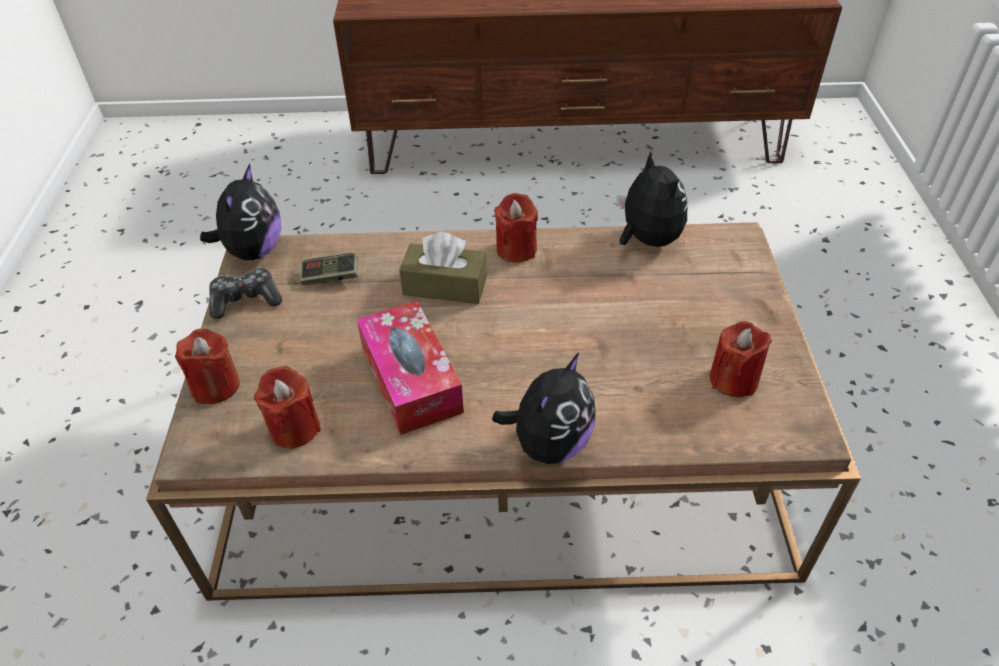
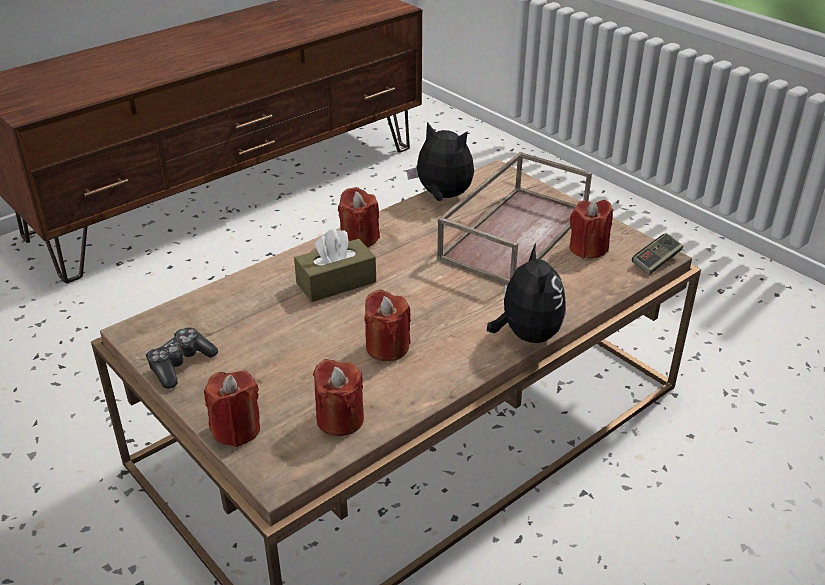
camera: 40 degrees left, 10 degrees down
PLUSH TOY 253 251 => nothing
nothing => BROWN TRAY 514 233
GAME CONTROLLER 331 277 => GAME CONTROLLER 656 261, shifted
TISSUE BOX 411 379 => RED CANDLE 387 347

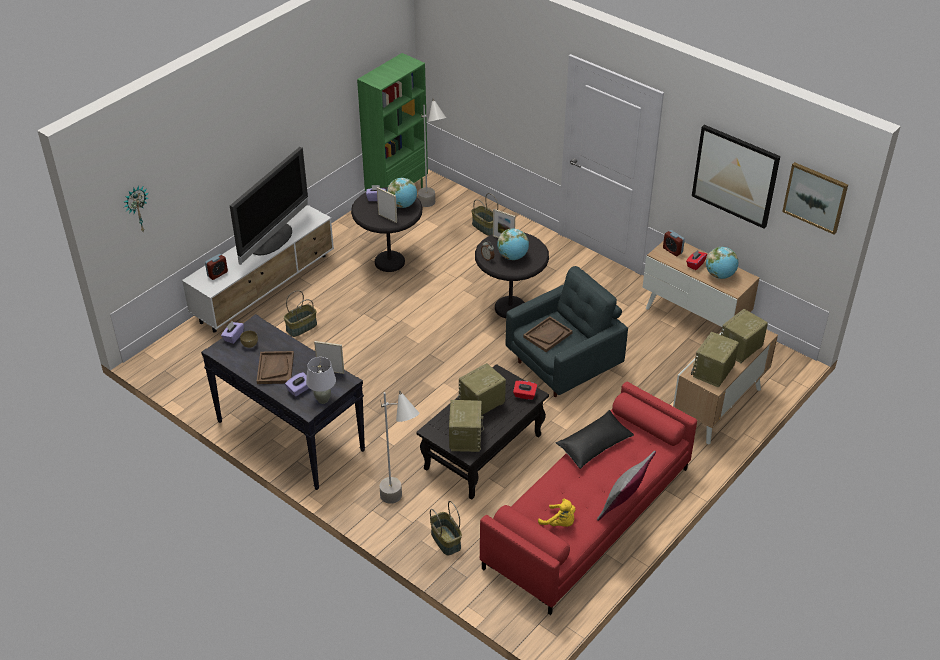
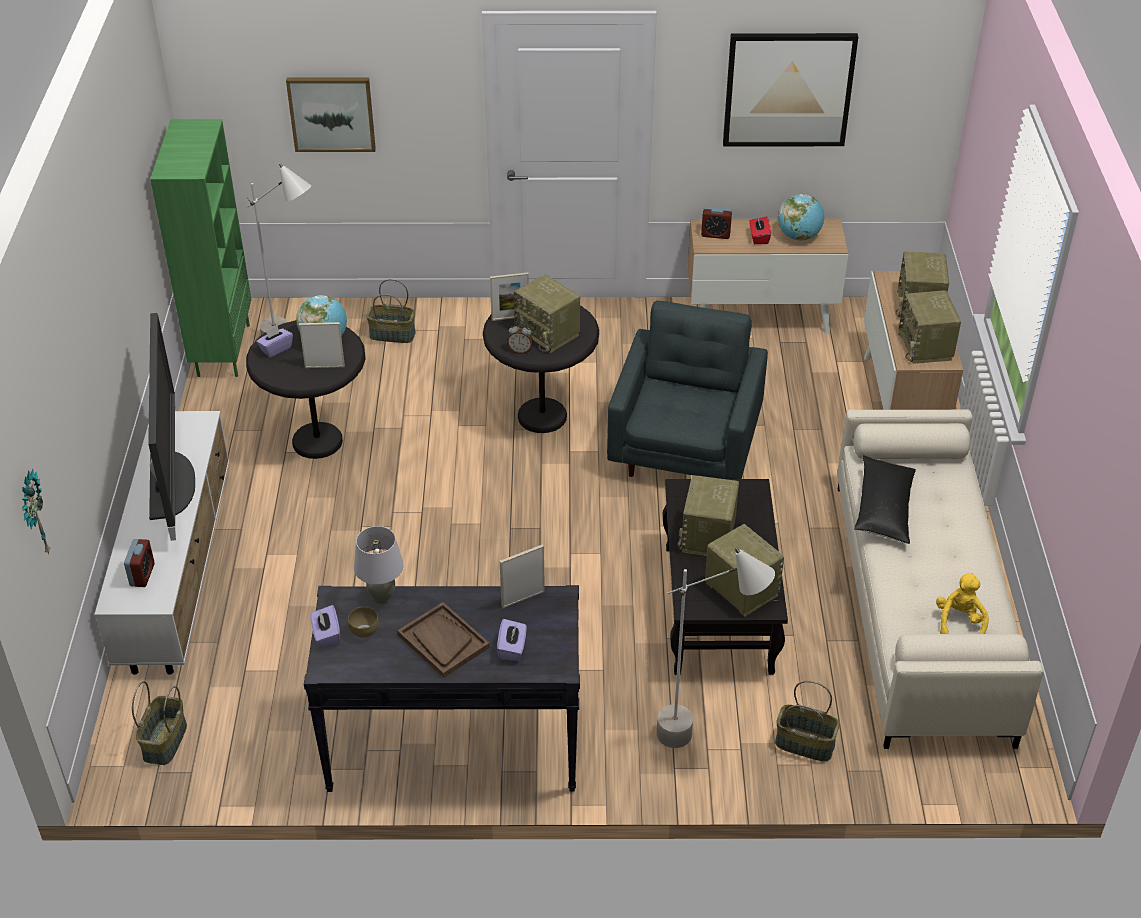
camera: 40 degrees left, 0 degrees up
RED TISSUE BOX 524 395 => nothing
BROWN TRAY 547 335 => nothing
GREY PILLOW 623 505 => nothing
BASKET 301 328 => BASKET 165 742, shifted
GREY TABLE LAMP 323 400 => GREY TABLE LAMP 382 597, shifted
PICTURE 815 197 => PICTURE 331 113, shifted
GLOBE 512 257 => RADIO 548 333
RED SOFA 588 518 => BEIGE SOFA 921 609
YELLOW PLUSH TOY 559 523 => YELLOW PLUSH TOY 959 622, 75 degrees counterclockwise

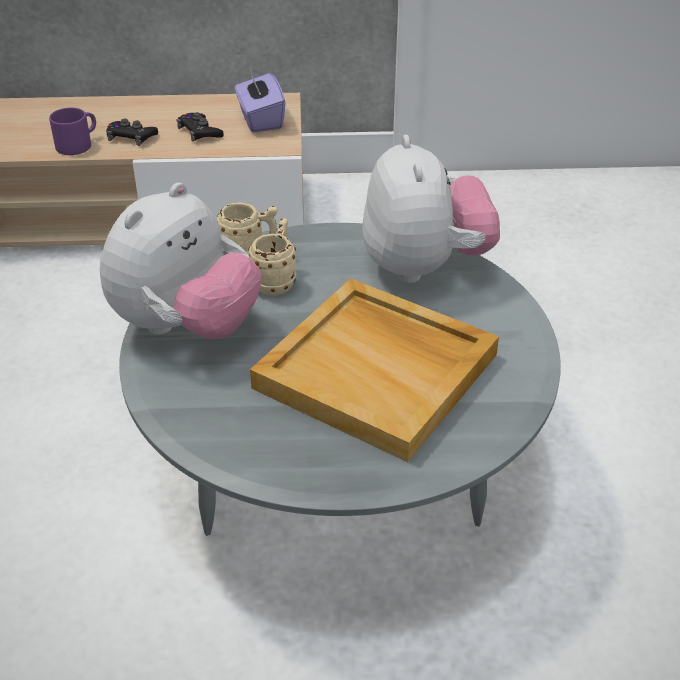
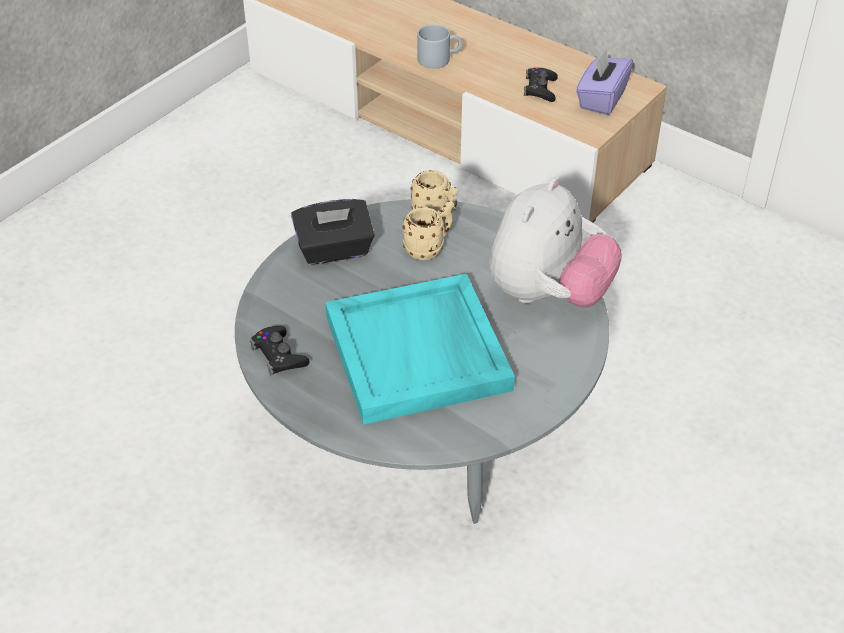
camera: 40 degrees right, 5 degrees up
BLACK GAME CONTROLLER 131 137 => BLACK GAME CONTROLLER 279 355, shifted
PLUSH TOY 186 327 => BLACK TISSUE BOX 334 250
PURPLE MUG 78 144 => GREY MUG 439 59
BEIGE TRAY 378 371 => TURQUOISE TRAY 419 353

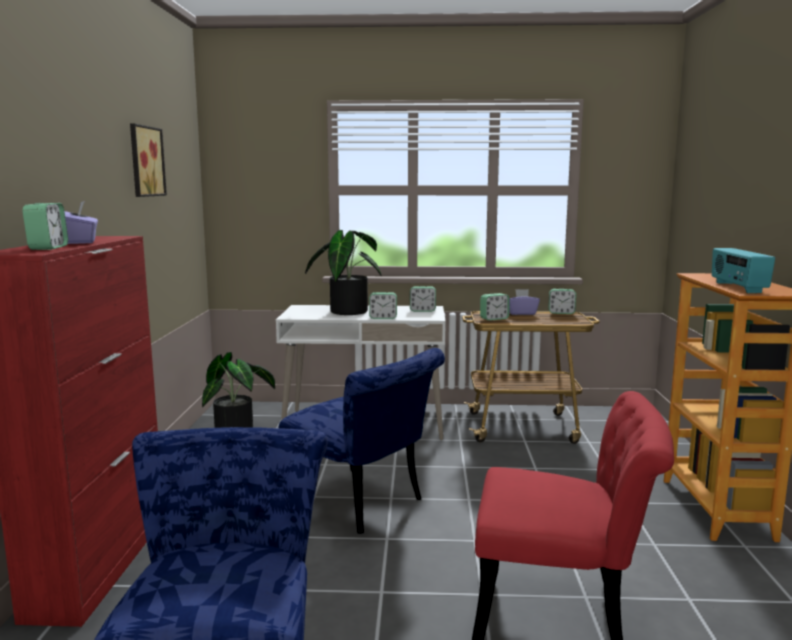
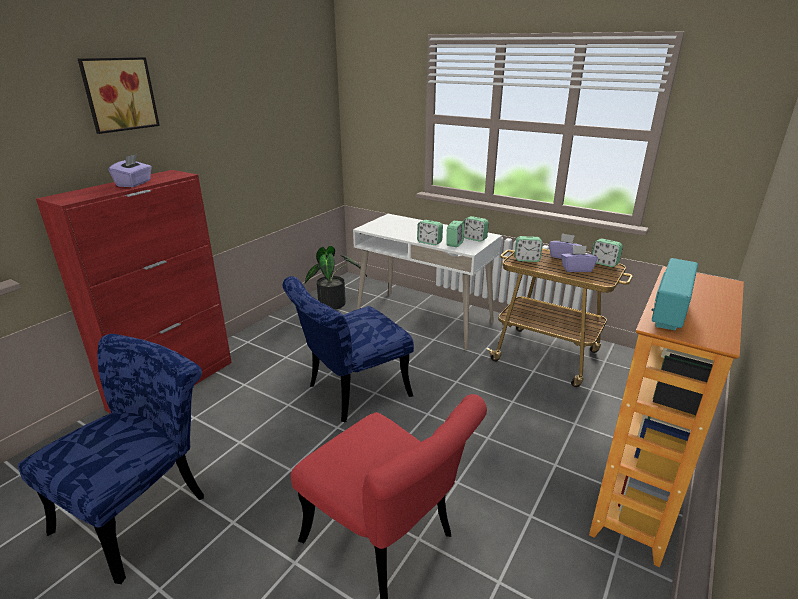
camera: 30 degrees right, 15 degrees up
POTTED PLANT 346 311 => nothing
nothing => PURPLE TISSUE BOX 576 269
ALARM CLOCK 48 248 => ALARM CLOCK 454 244, shifted
PICTURE 144 161 => PICTURE 118 94, shifted
BLUE CHAIR 363 505 => BLUE CHAIR 350 393, 75 degrees clockwise

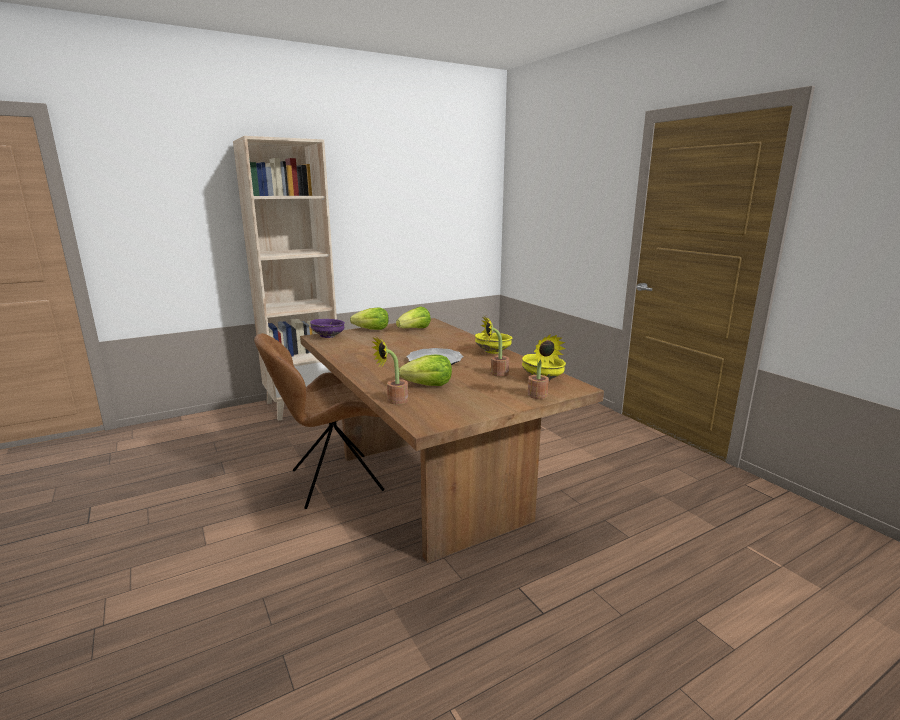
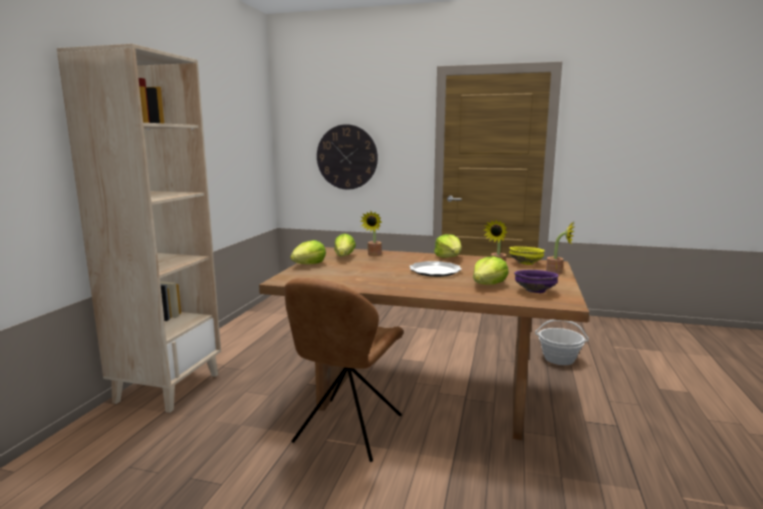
camera: 45 degrees left, 5 degrees down
nothing => WALL CLOCK 347 157
nothing => BASKET 559 359
PURPLE BOWL 329 336 => PURPLE BOWL 535 291, shifted
POTTED PLANT 393 401 => POTTED PLANT 373 255, shifted
YELLOW BOWL 493 352 => LETTUCE 449 257

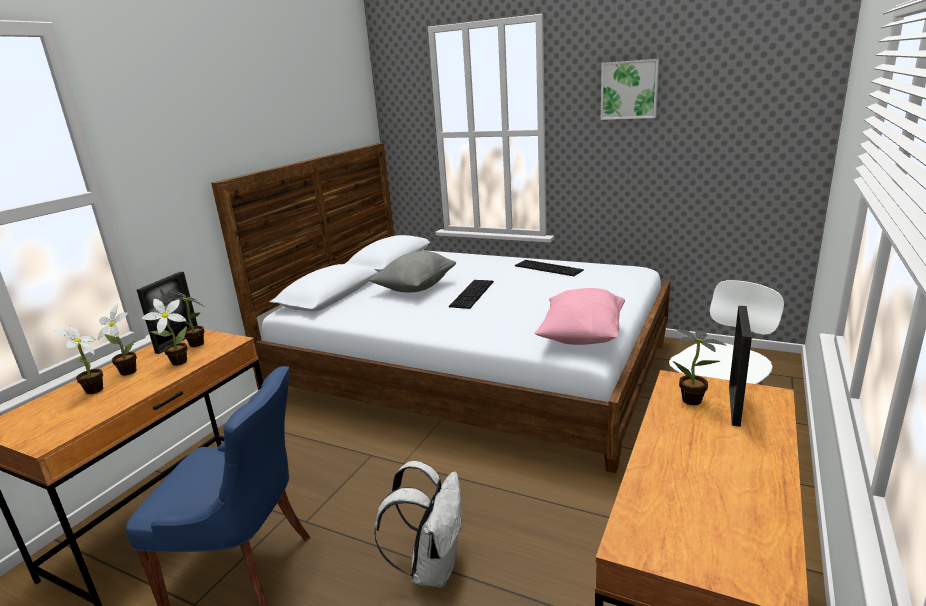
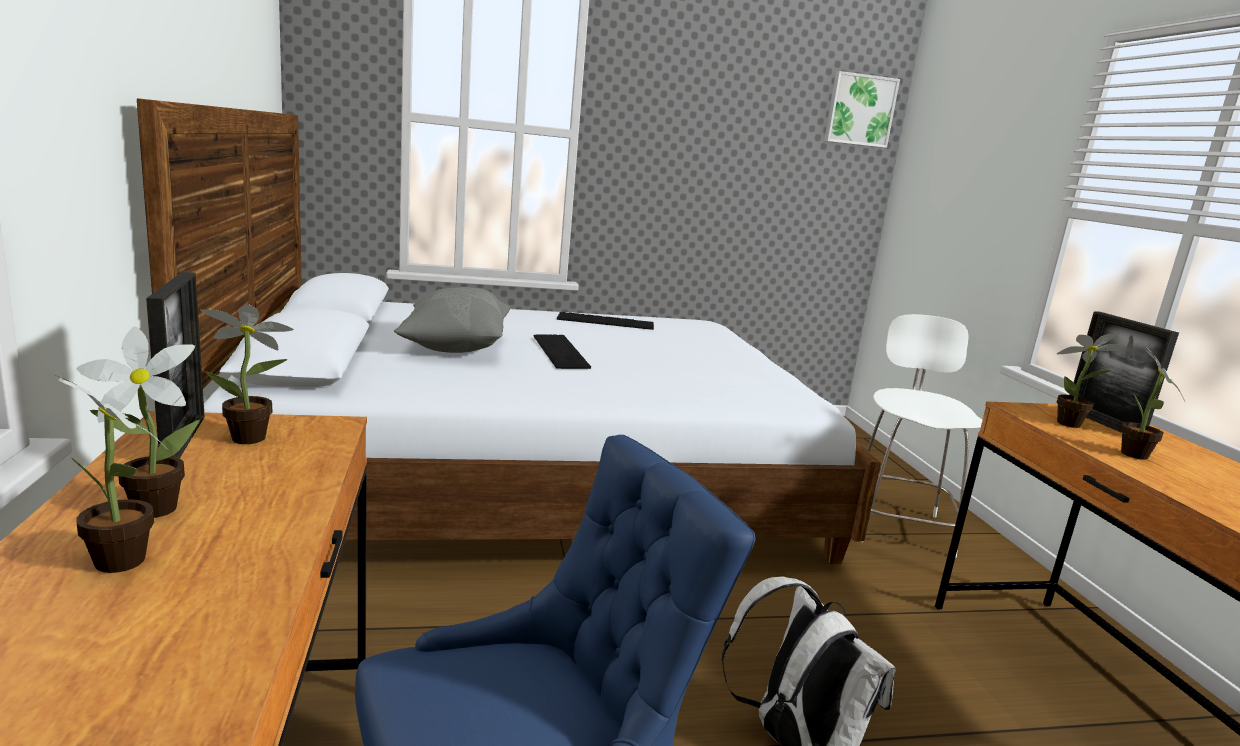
camera: 40 degrees left, 5 degrees down
PINK PILLOW 581 336 => nothing
POTTED PLANT 176 362 => POTTED PLANT 1133 456, shifted
PICTURE 629 90 => PICTURE 859 110, shifted

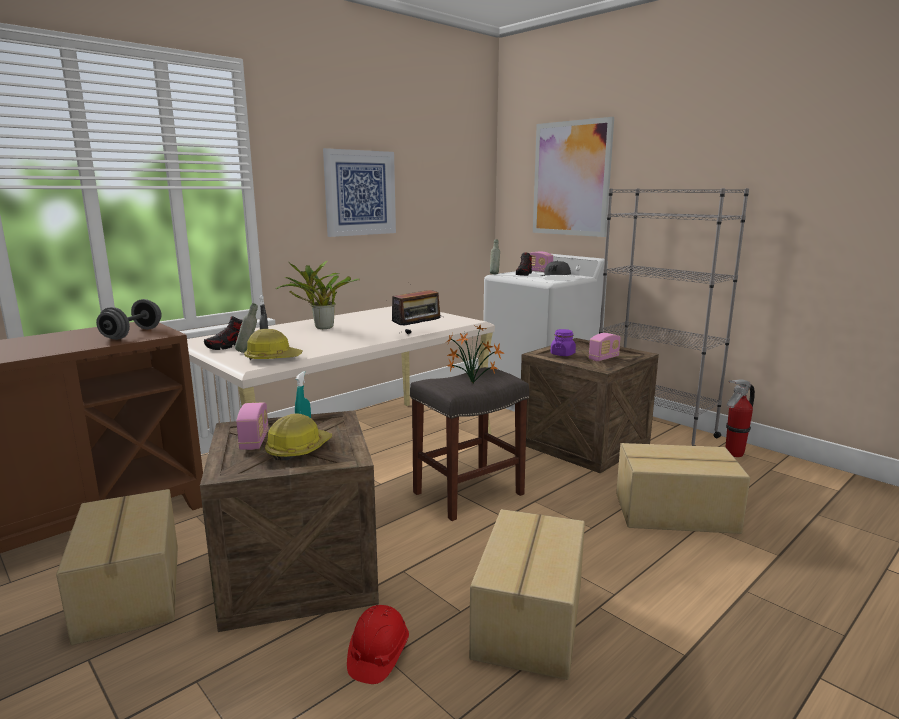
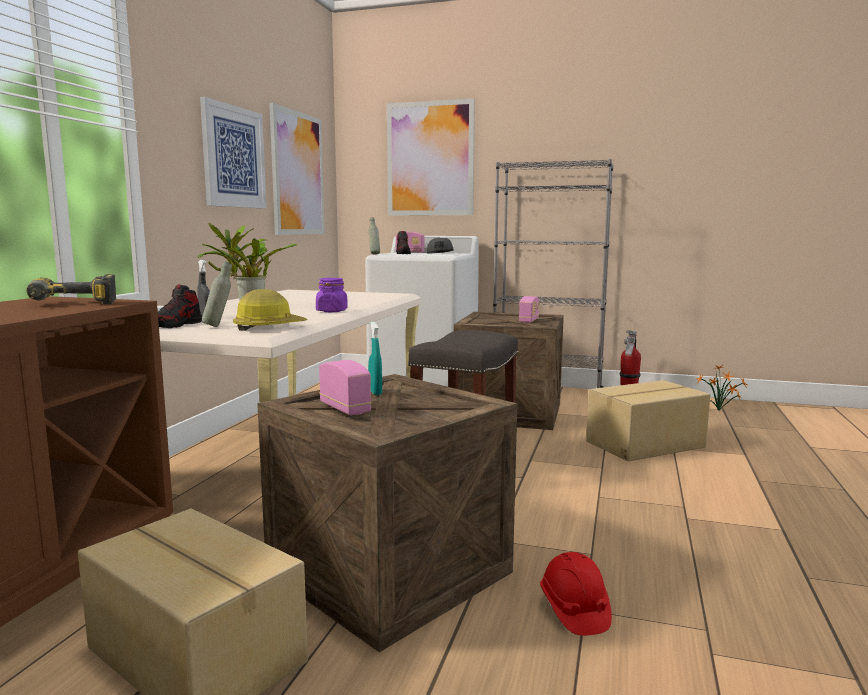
camera: 30 degrees left, 5 degrees down
HARD HAT 298 449 => nothing
RADIO 417 333 => nothing
CARDBOARD BOX 527 619 => nothing
nothing => PICTURE 297 174
POTTED PLANT 474 384 => POTTED PLANT 720 411, shifted
PURPLE JAR 562 354 => PURPLE JAR 332 311, shifted
GREY DUMBBELL 132 334 => POWER DRILL 71 304

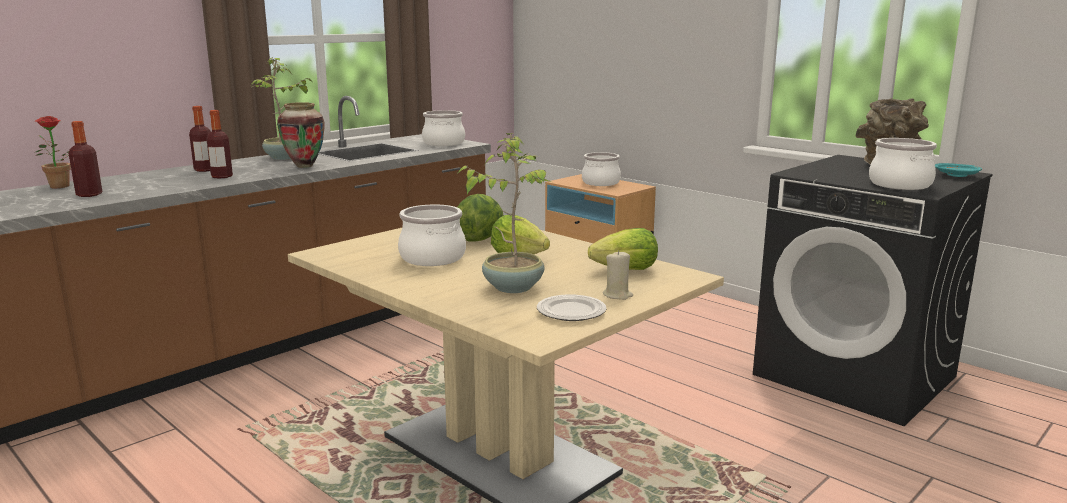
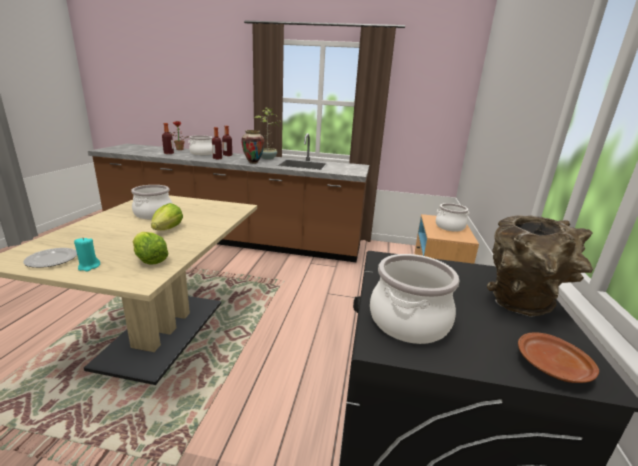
camera: 55 degrees right, 5 degrees up
POTTED PLANT 512 286 => nothing
LETTUCE 480 239 => nothing
COOKING POT 443 143 => COOKING POT 201 153, shifted
BEIGE CANDLE 617 295 => TURQUOISE CANDLE 89 266
TURQUOISE PLATE 957 175 => BROWN PLATE 552 367

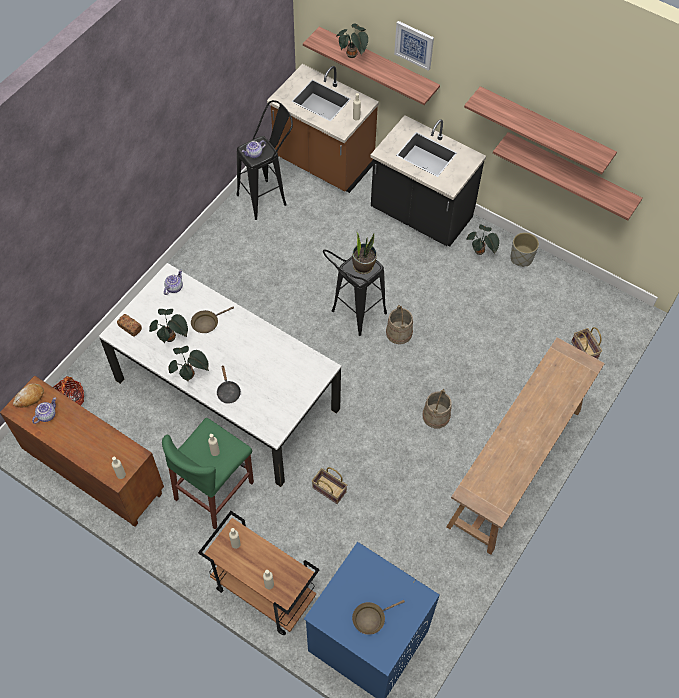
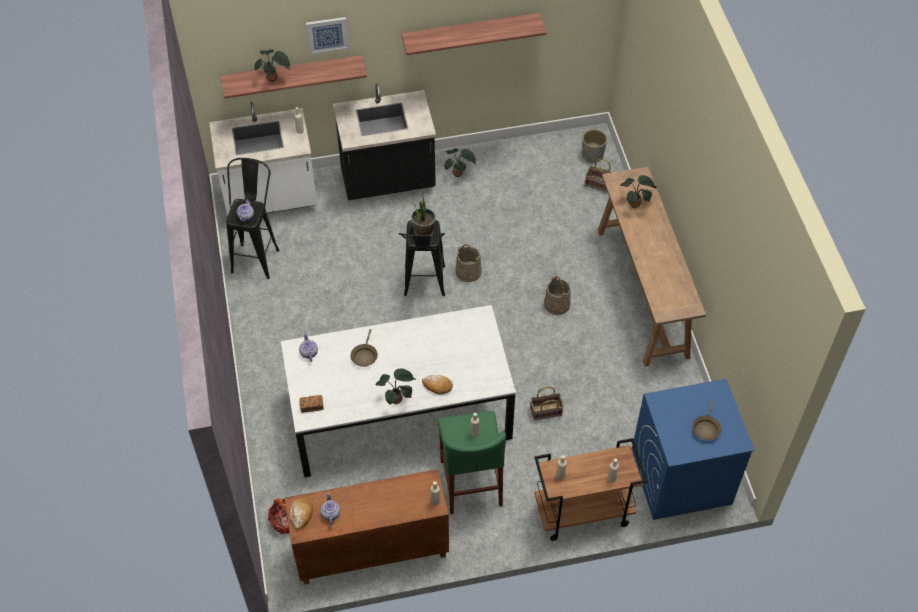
camera: 45 degrees left, 5 degrees down
SHELF 571 173 => nothing
POTTED PLANT 171 338 => POTTED PLANT 636 204, shifted
GREY PLANTER 521 258 => GREY PLANTER 592 154, shifted
BLACK FRYING PAN 228 391 => BREAD 437 386
BROWN COUNTER 323 164 => WHITE COUNTER 270 199

